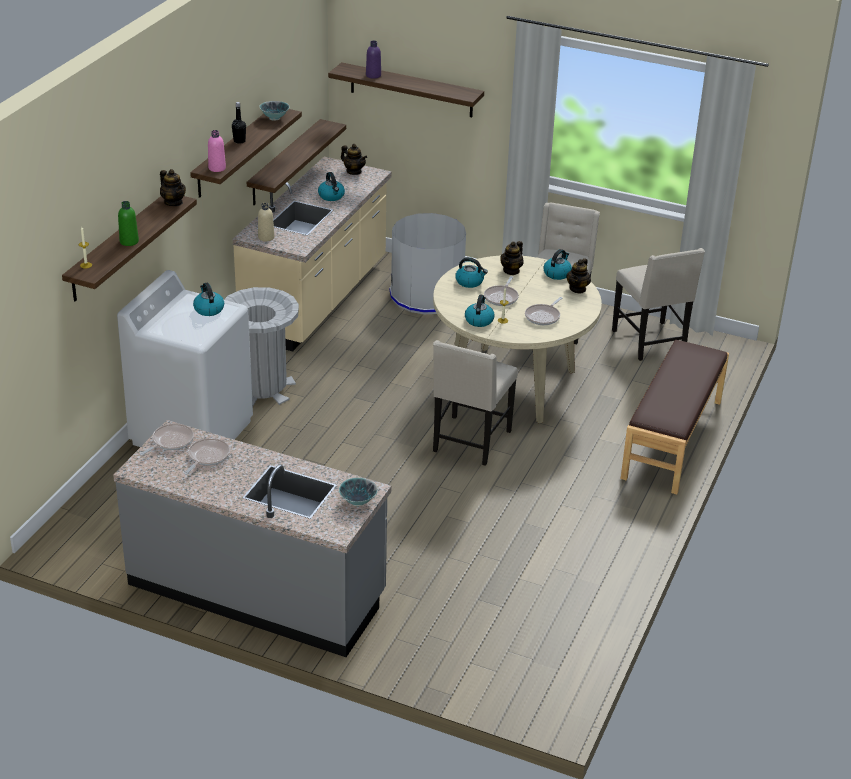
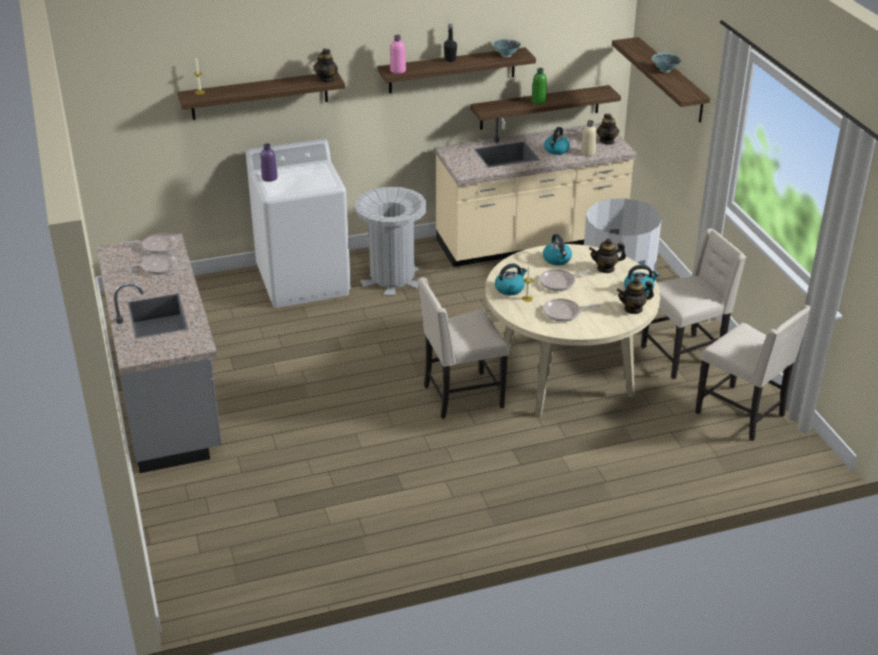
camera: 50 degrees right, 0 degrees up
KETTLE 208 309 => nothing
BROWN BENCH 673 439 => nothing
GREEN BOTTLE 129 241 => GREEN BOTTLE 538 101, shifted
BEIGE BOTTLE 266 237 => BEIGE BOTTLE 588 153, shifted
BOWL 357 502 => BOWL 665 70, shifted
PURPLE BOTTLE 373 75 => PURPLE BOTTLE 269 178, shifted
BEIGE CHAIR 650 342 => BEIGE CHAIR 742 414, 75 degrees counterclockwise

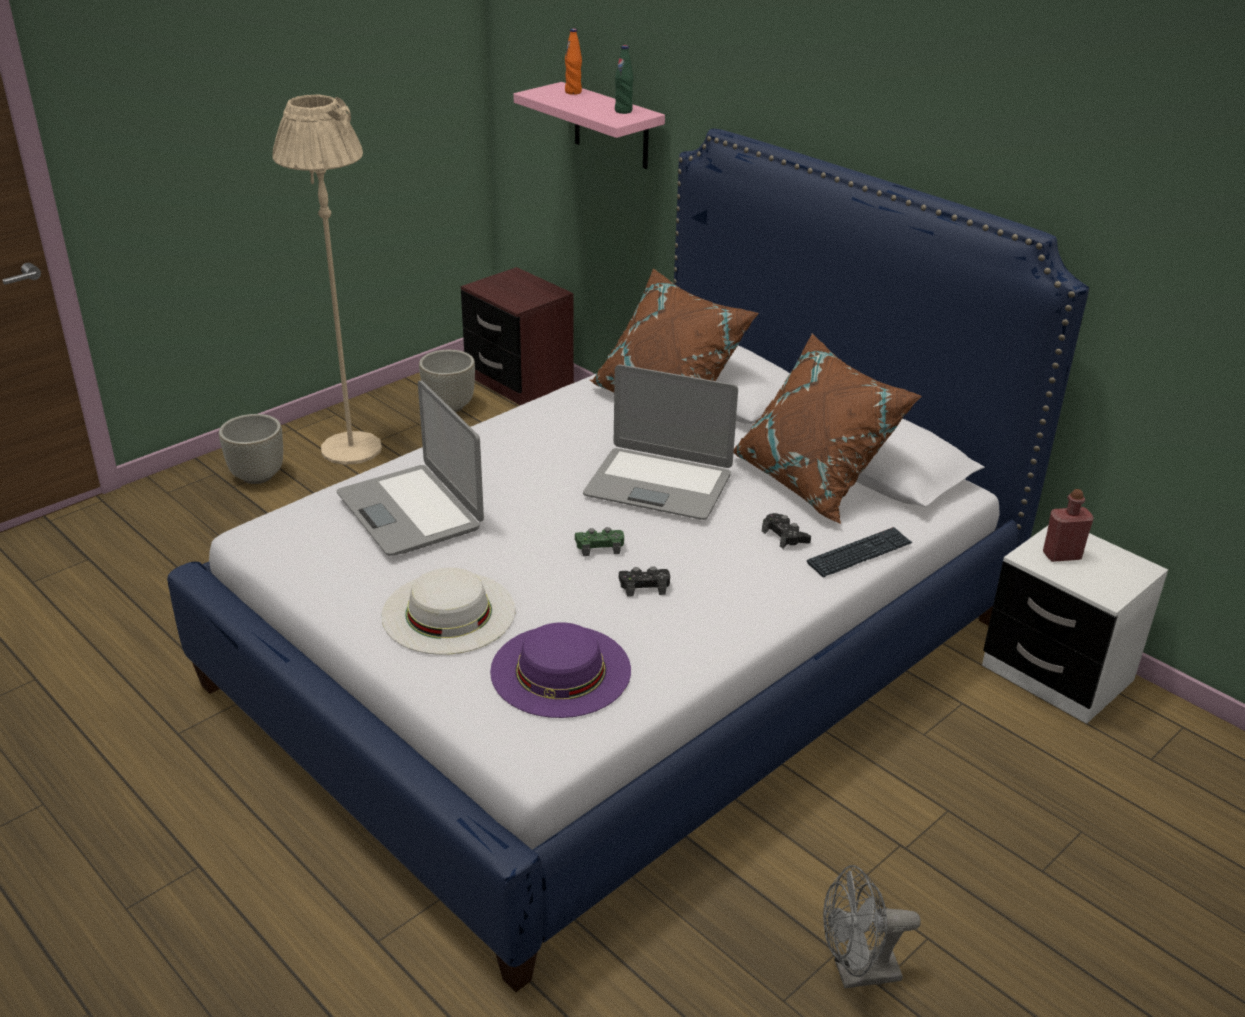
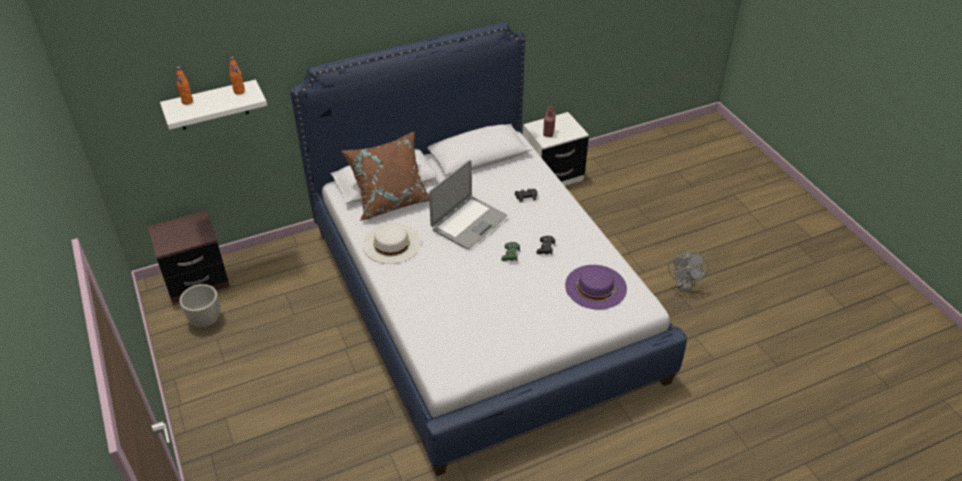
camera: 70 degrees left, 10 degrees up
GREY PLANTER 258 476 => nothing
BEIGE FLOOR LAMP 351 449 => nothing
LAPTOP 411 511 => nothing
BROWN PILLOW 814 481 => nothing
KEYBOARD 859 554 => nothing
WHITE HAT 448 612 => WHITE HAT 391 243, shifted
PINK SHELF 611 126 => WHITE SHELF 212 105
GREEN BOTTLE 623 111 => ORANGE BOTTLE 239 91

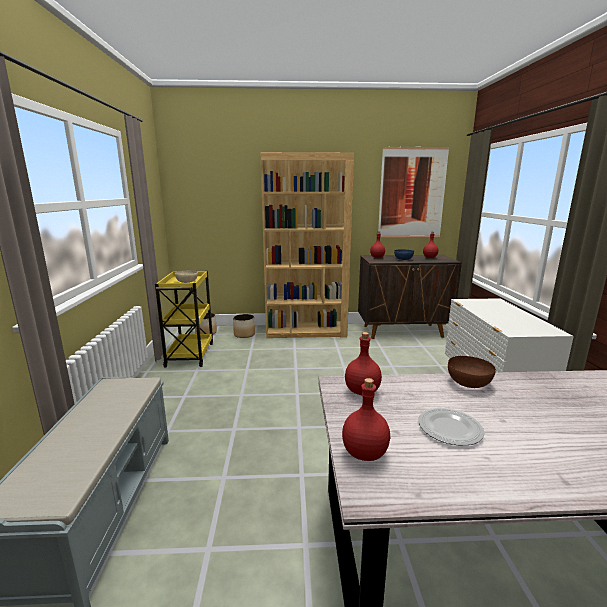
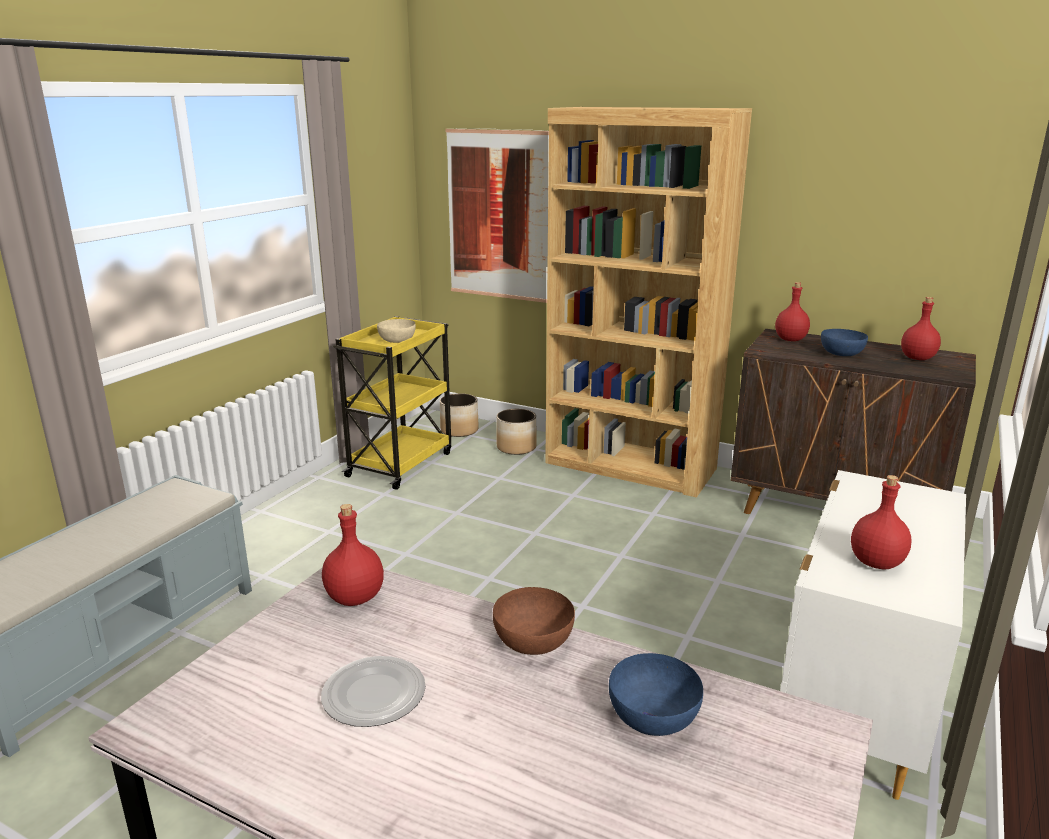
camera: 30 degrees right, 5 degrees up
nothing => BLUE BOWL 654 717
RED BOTTLE 364 453 => RED BOTTLE 875 563, shifted
PICTURE 412 193 => PICTURE 502 215, shifted

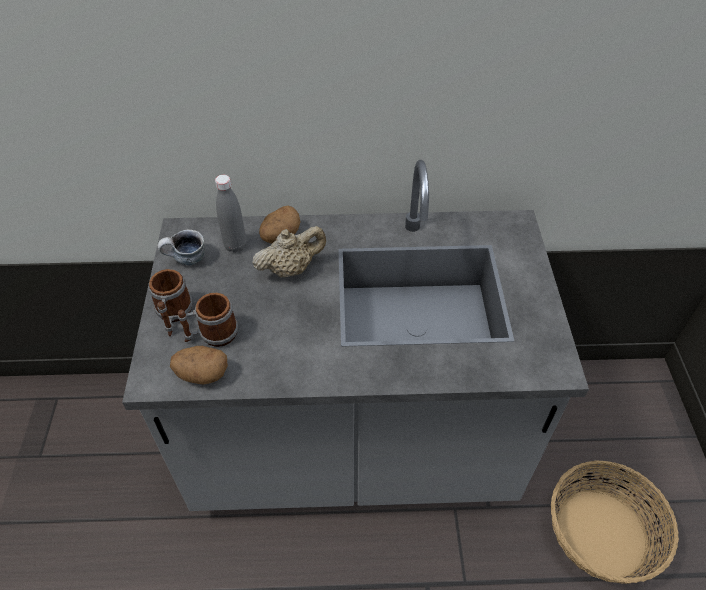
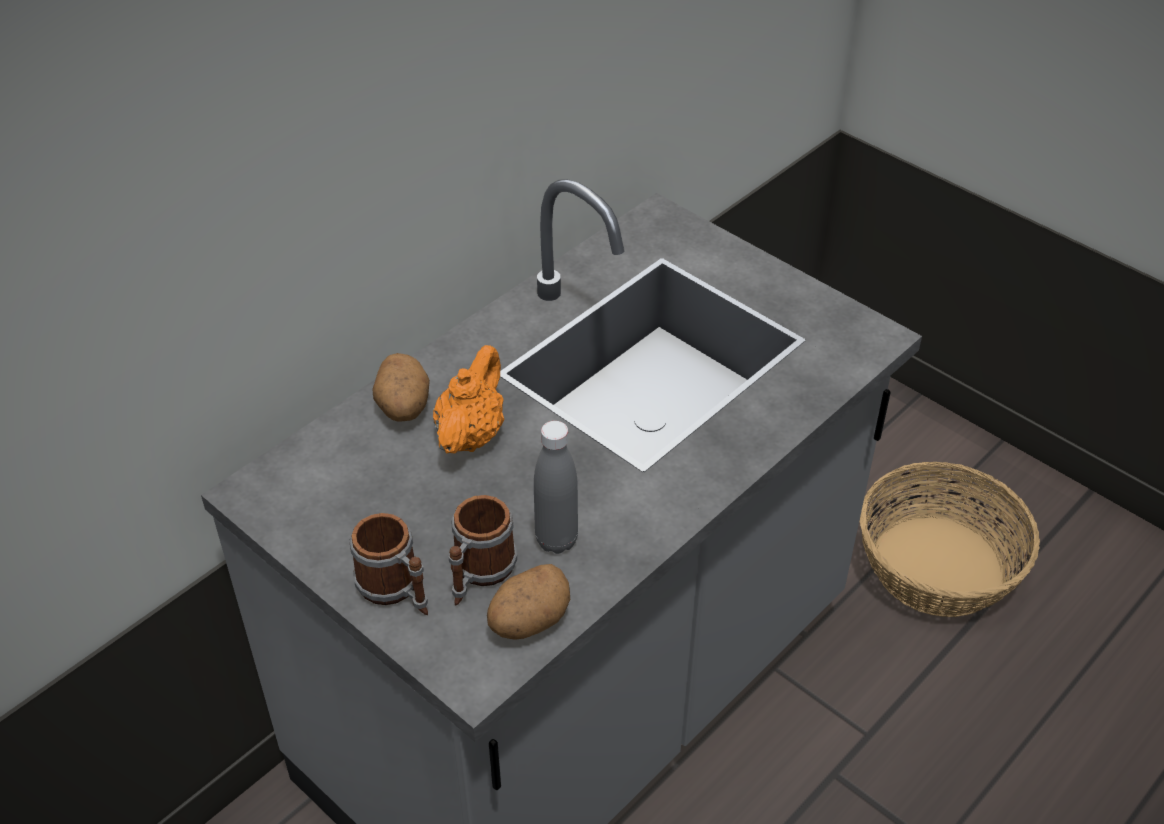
camera: 45 degrees left, 5 degrees down
MUG 186 260 => nothing
GREY BOTTLE 235 245 => GREY BOTTLE 556 540, shifted
BEIGE TEAPOT 291 269 => ORANGE TEAPOT 471 434

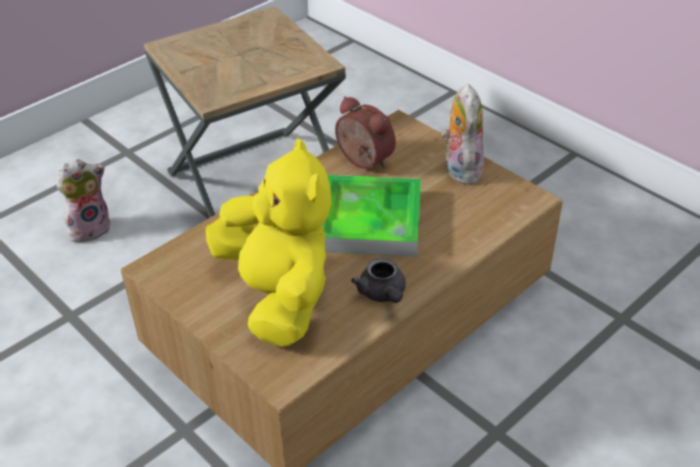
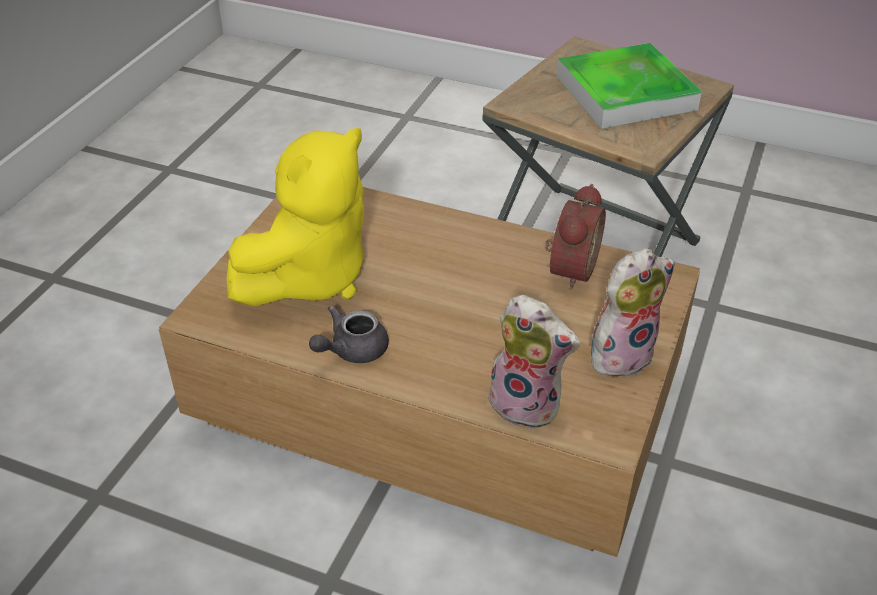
camera: 65 degrees right, 0 degrees up
PLUSH TOY 90 228 => PLUSH TOY 528 404, shifted
TRAY 370 221 => TRAY 625 93, shifted

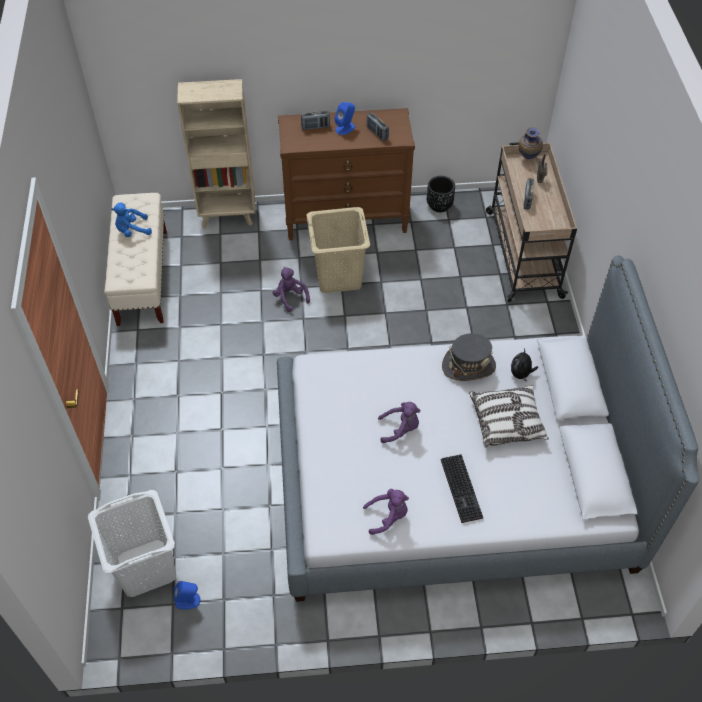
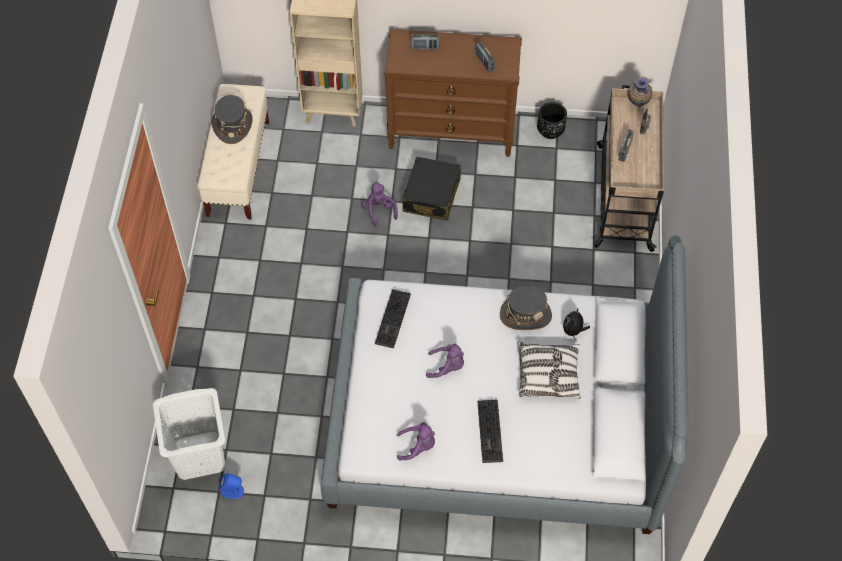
camera: 10 degrees right, 5 degrees up
BLUE SPEAKER 345 128 => nothing
nothing => KEYBOARD 393 320
BLUE PLUSH TOY 132 230 => GREY HAT 232 125
BEIGE LAUNDRY BASKET 339 277 => BLACK SUITCASE 431 195

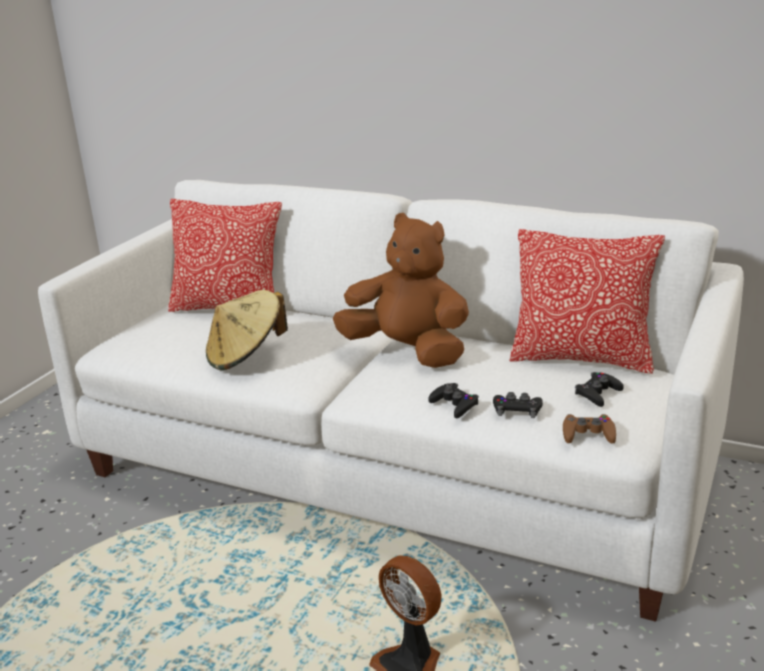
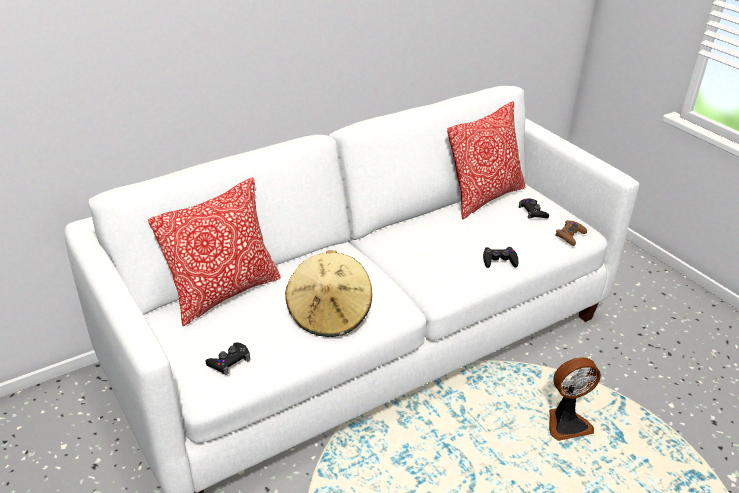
camera: 60 degrees left, 10 degrees up
BROWN PLUSH TOY 408 352 => nothing
BLACK GAME CONTROLLER 517 410 => BLACK GAME CONTROLLER 229 361, shifted

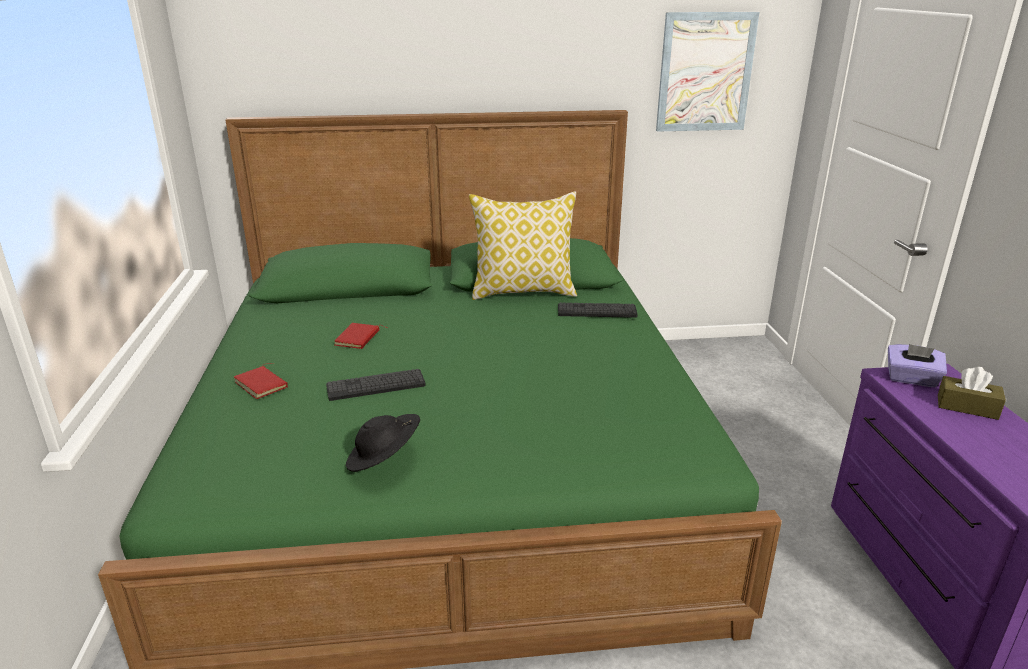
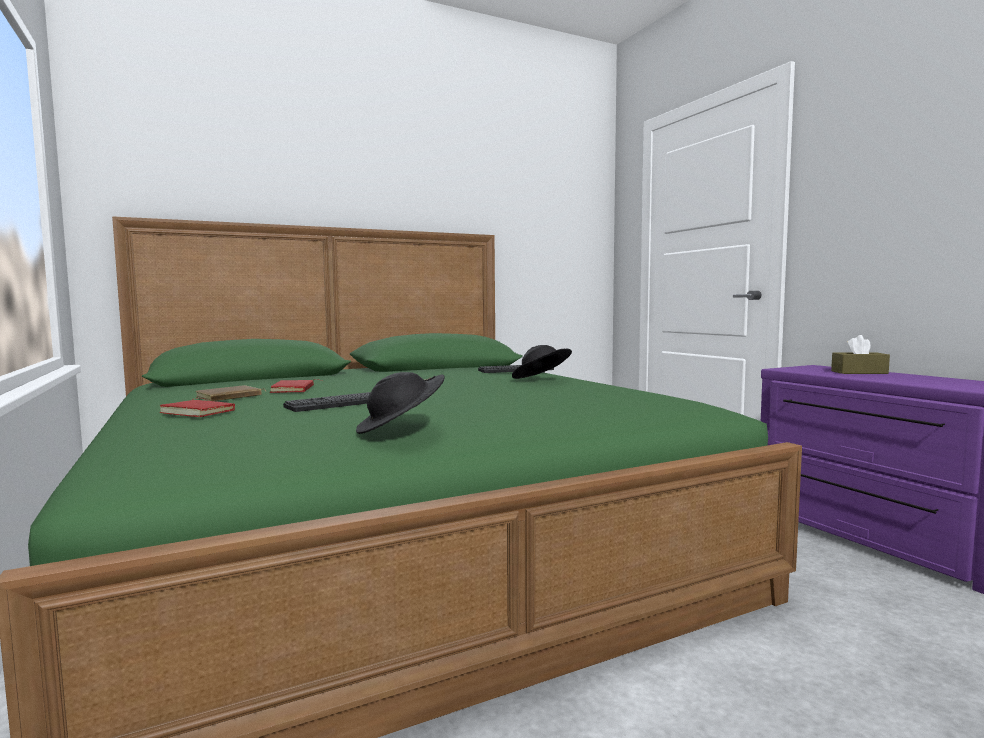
camera: 20 degrees left, 20 degrees down
PILLOW 523 291 => nothing
PICTURE 705 72 => nothing
PURPLE TISSUE BOX 911 379 => nothing
nothing => BROWN BOOK 230 397
nothing => BLACK HAT 541 380

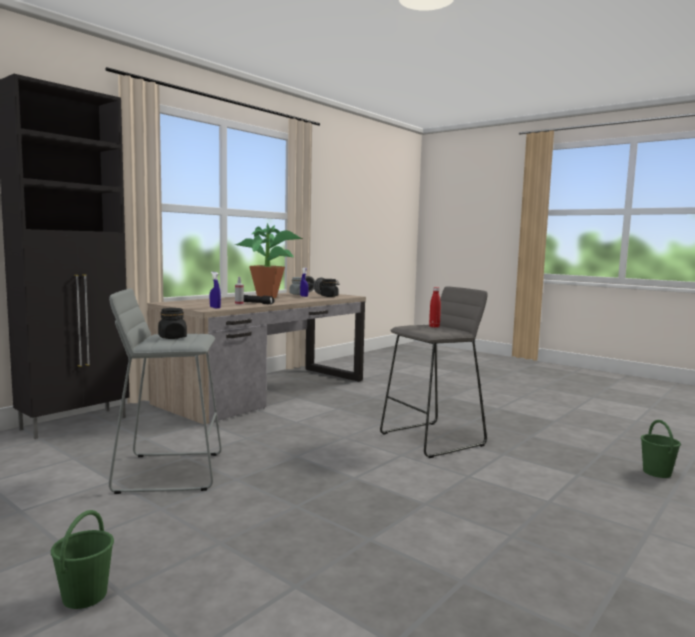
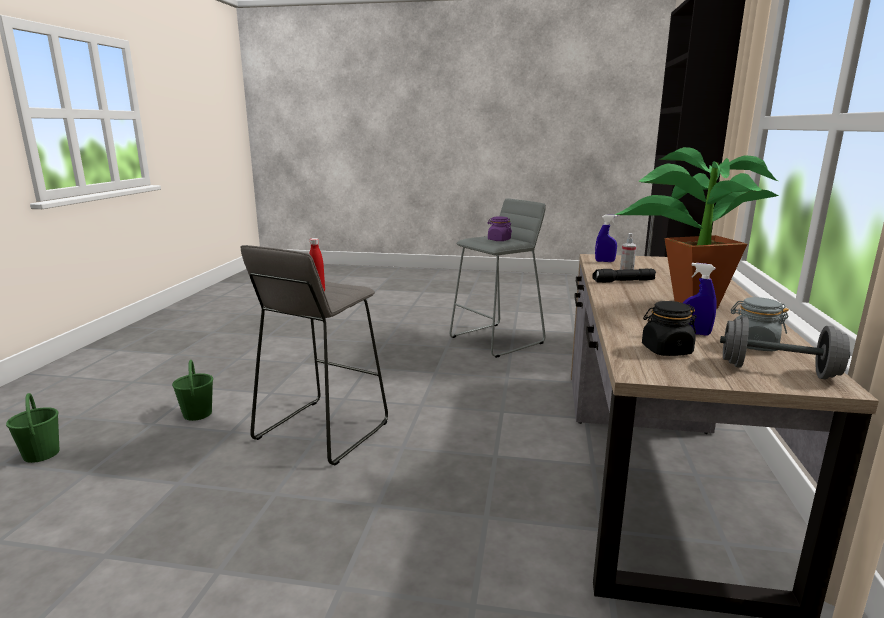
camera: 150 degrees right, 10 degrees up
GREEN BUCKET 85 595 => GREEN BUCKET 197 414, shifted
BLACK JAR 172 337 => PURPLE JAR 499 240

